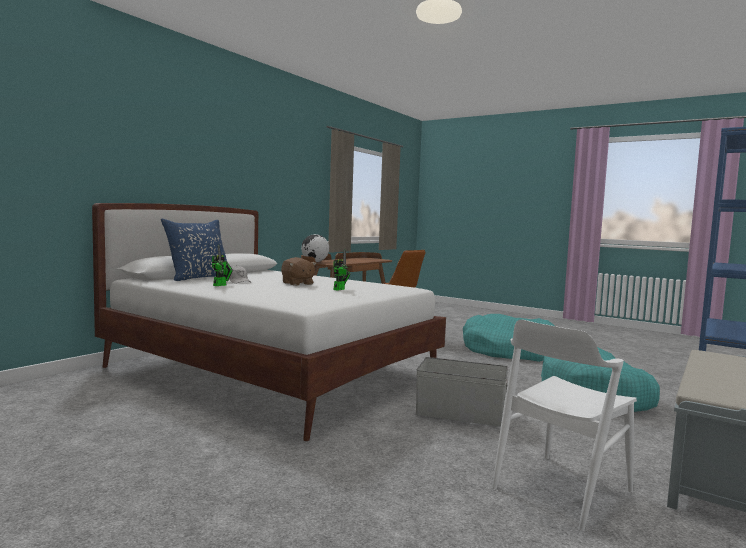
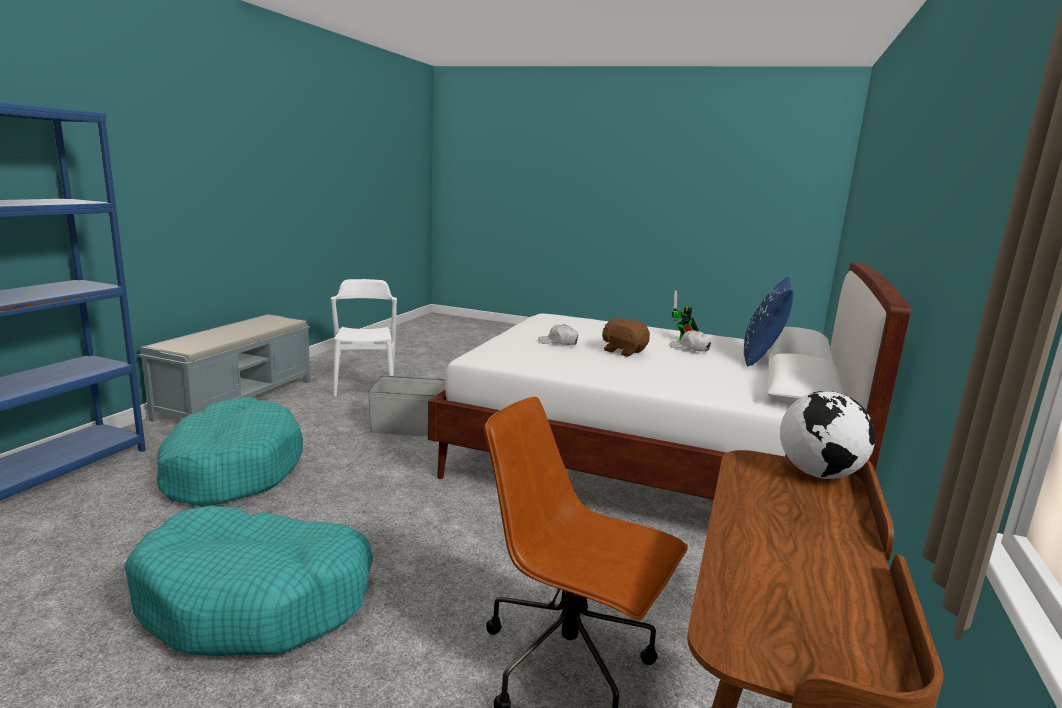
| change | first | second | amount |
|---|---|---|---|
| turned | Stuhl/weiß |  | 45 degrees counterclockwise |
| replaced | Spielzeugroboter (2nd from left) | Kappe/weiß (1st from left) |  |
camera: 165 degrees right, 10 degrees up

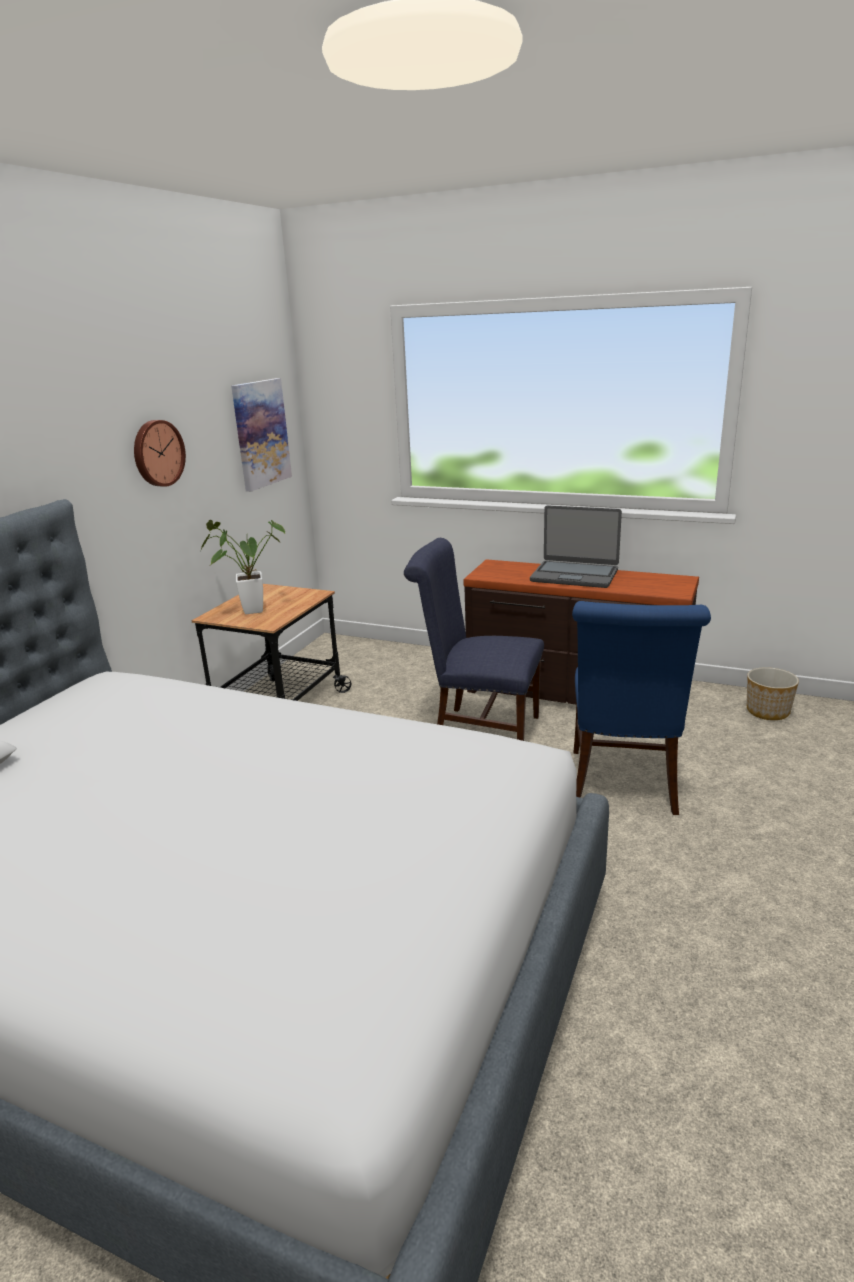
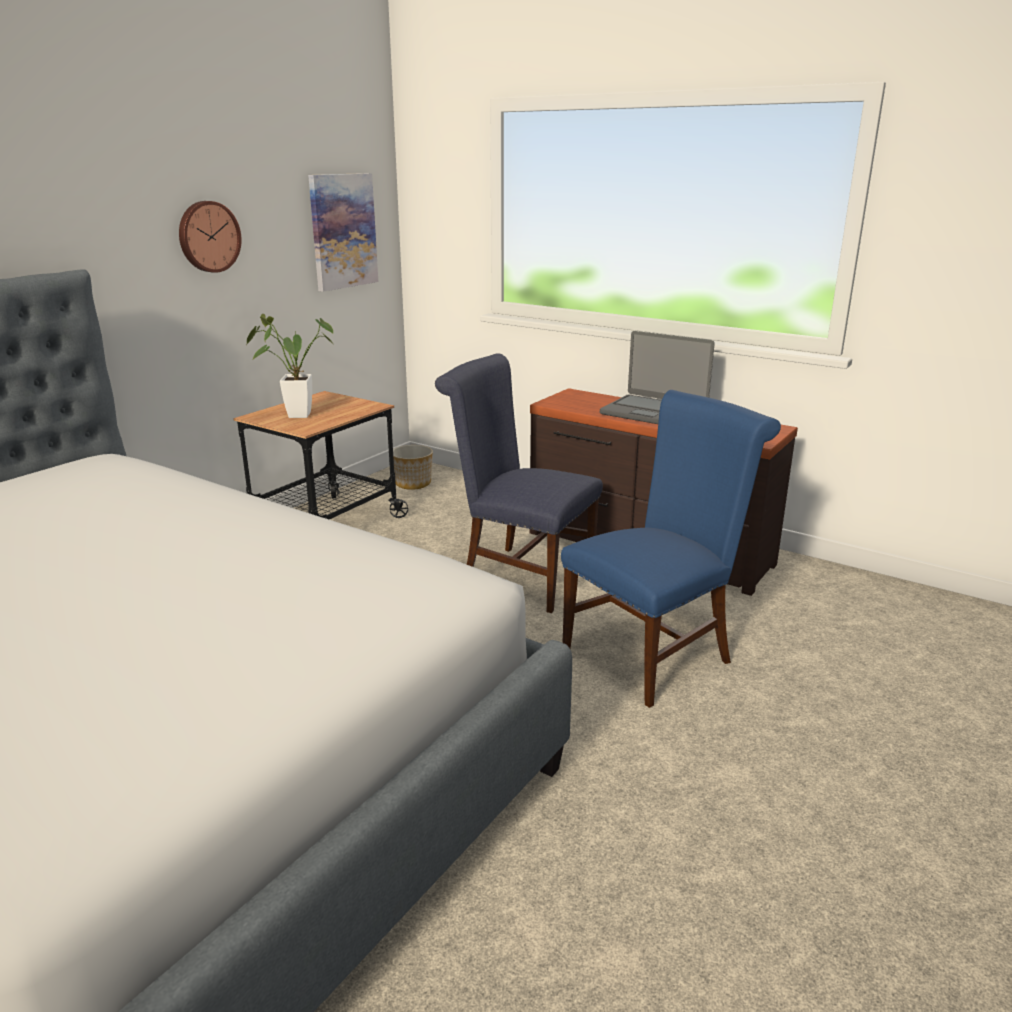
| change | first | second | amount |
|---|---|---|---|
| moved | Pflanzkübel |  |  |
| turned | Stuhl/blau (2nd from left) |  | 150 degrees counterclockwise |
camera: 10 degrees right, 0 degrees up

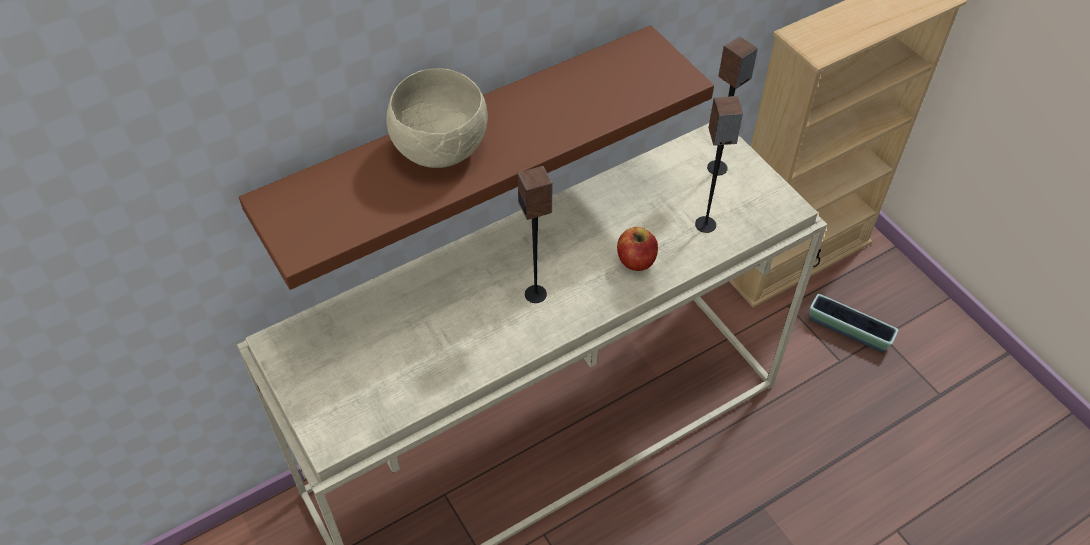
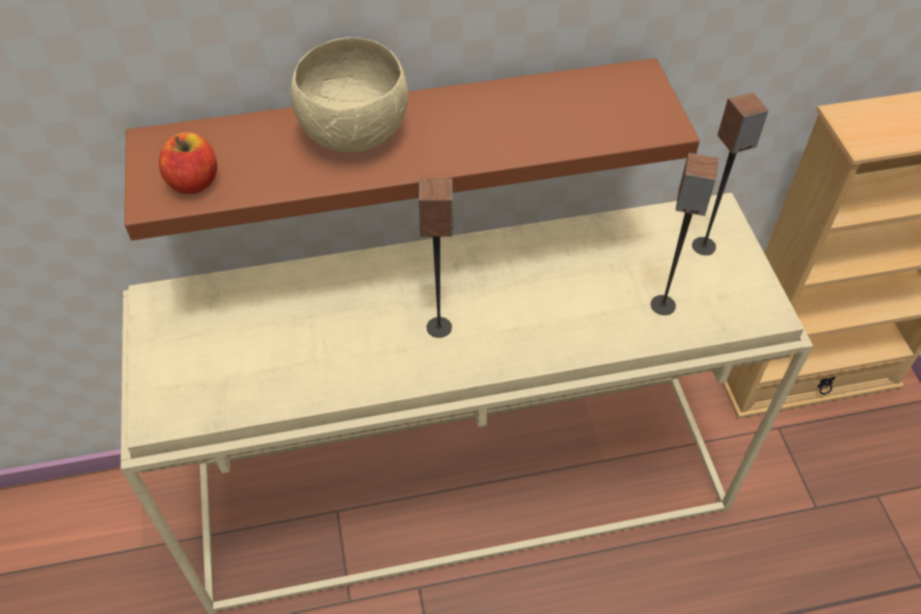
| change | first | second | amount |
|---|---|---|---|
| moved | Apfel |  |  |
| removed | Pflanzkübel |  |  |
camera: 20 degrees right, 0 degrees up

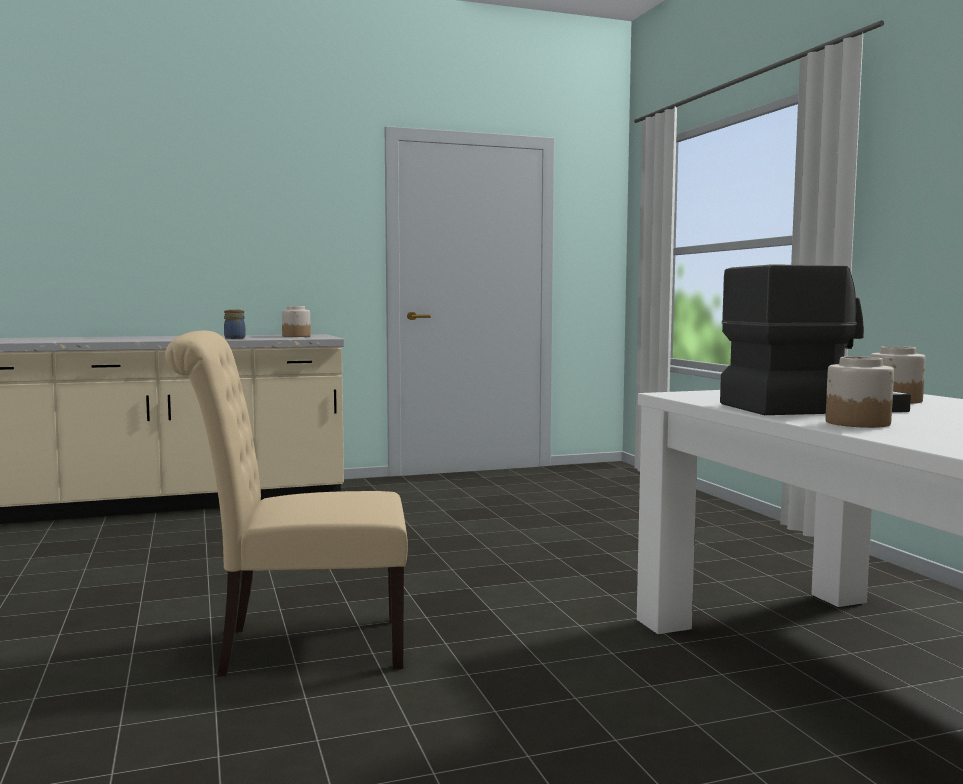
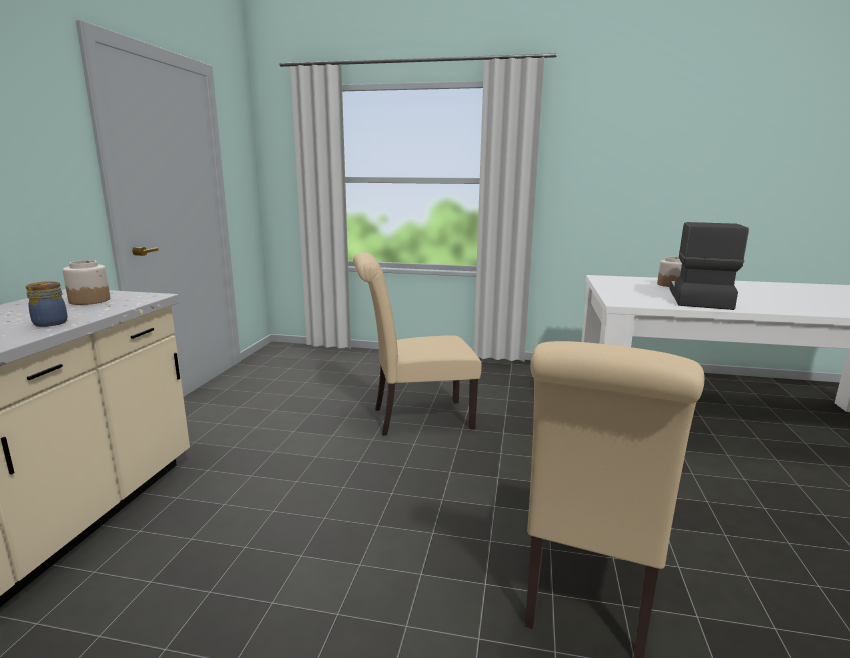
| change | first | second | amount |
|---|---|---|---|
| added |  | Stuhl/beige (1st from left) |  |
| removed | Vorratsglas (3rd from left) |  |  |
camera: 60 degrees left, 10 degrees up

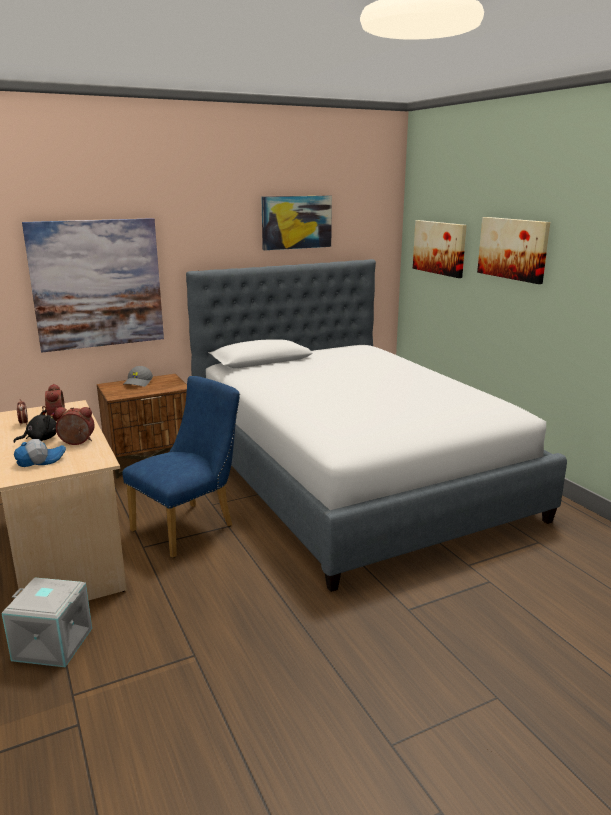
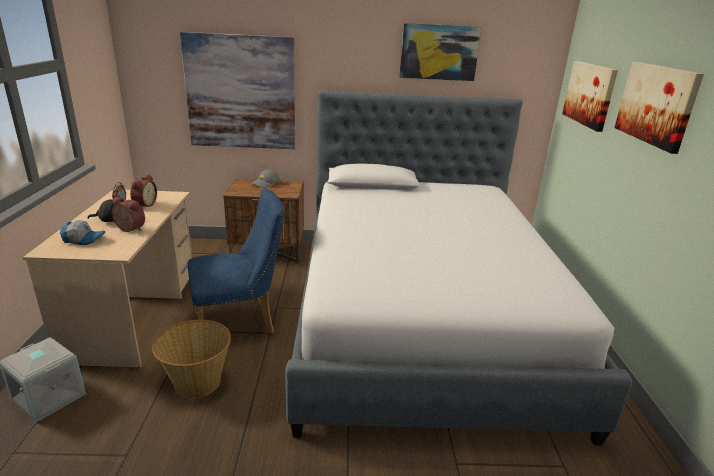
| change | first | second | amount |
|---|---|---|---|
| added |  | Korb |  |
camera: 25 degrees right, 5 degrees up

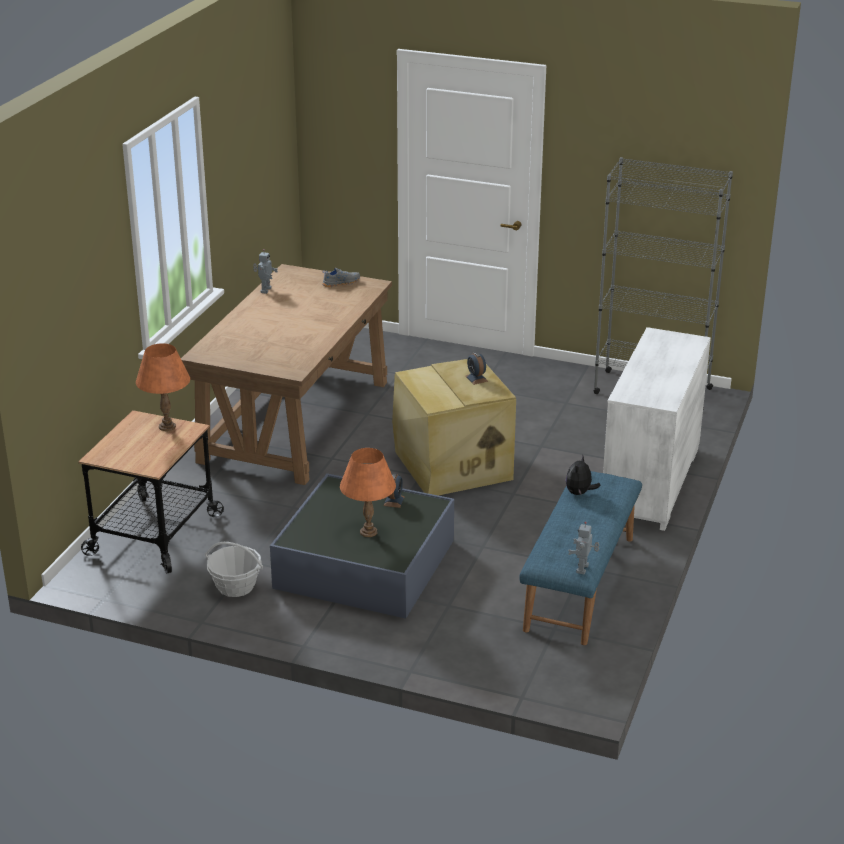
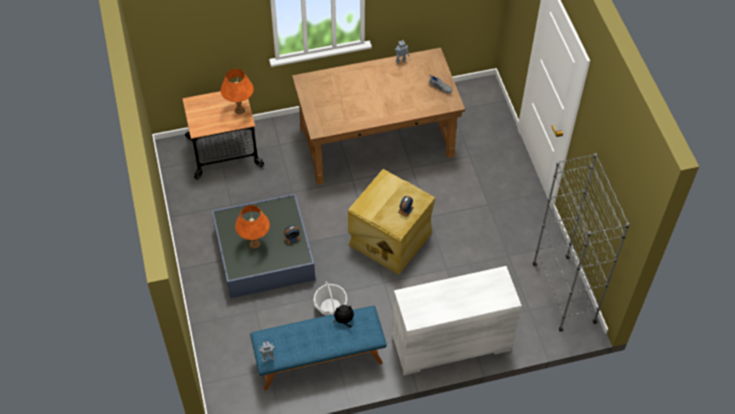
| change | first | second | amount |
|---|---|---|---|
| moved | Korb |  |  |
camera: 55 degrees right, 25 degrees up

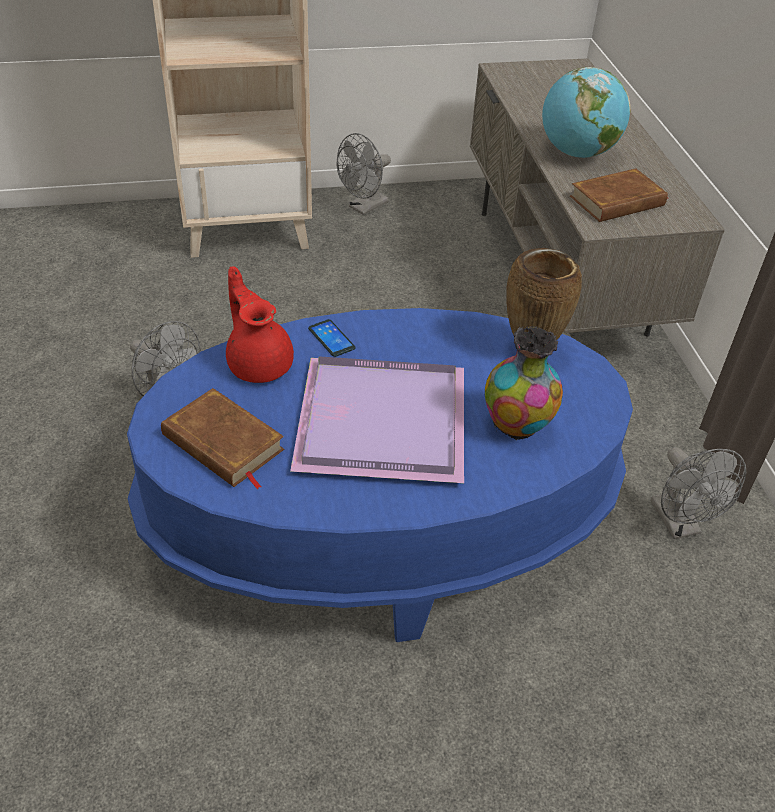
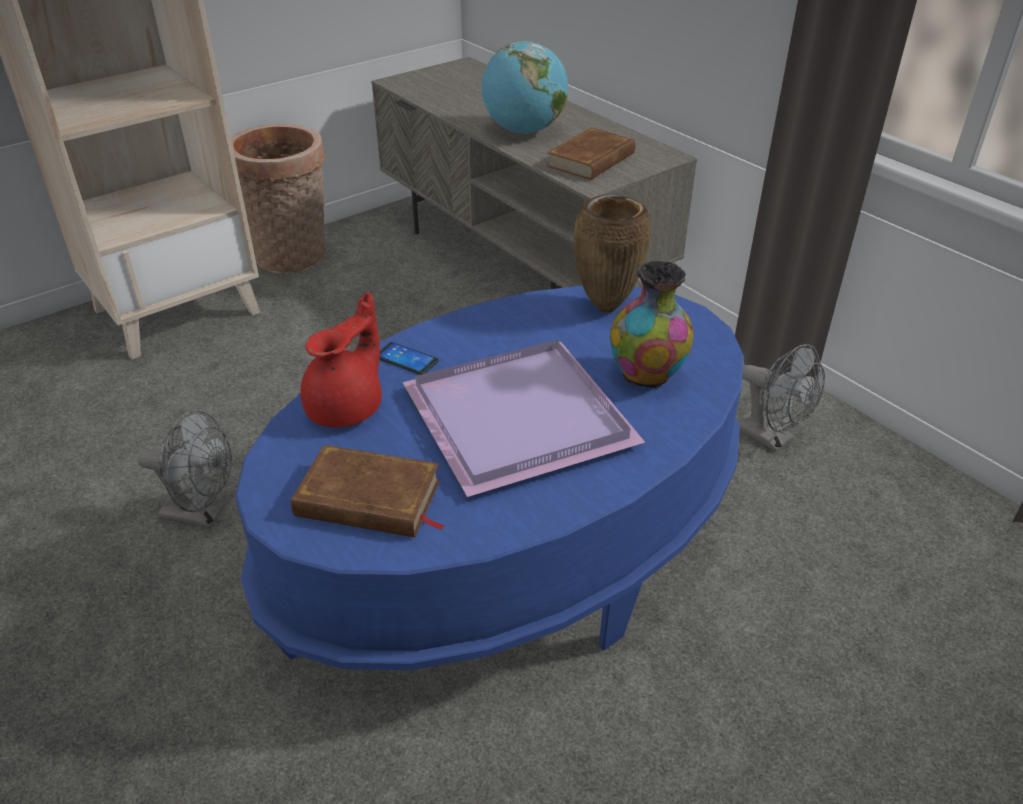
| change | first | second | amount |
|---|---|---|---|
| replaced | Ventilator/grau (2nd from left) | Korb |  |
| turned | Teekanne/rot |  | 90 degrees clockwise |
camera: 25 degrees left, 5 degrees down

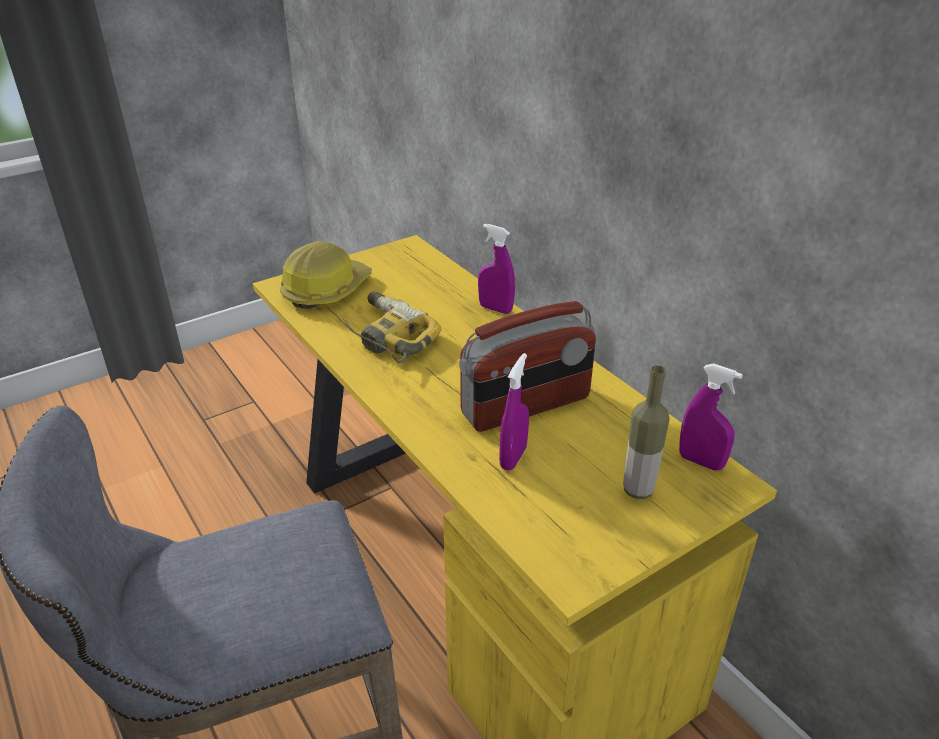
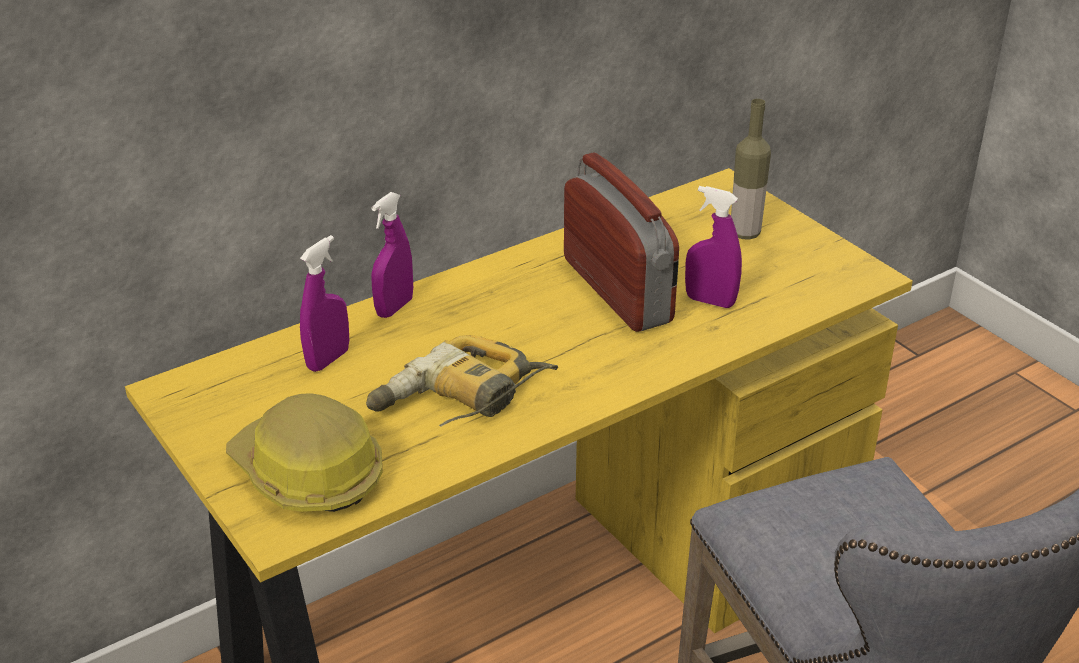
| change | first | second | amount |
|---|---|---|---|
| moved | Sprühflasche/lila (3rd from left in the first image) | Sprühflasche/lila (1st from left) |  |
camera: 90 degrees left, 0 degrees up

